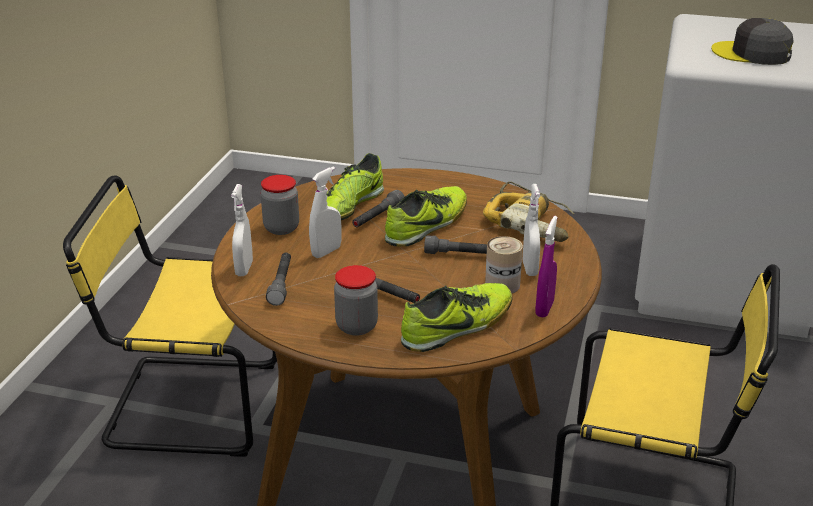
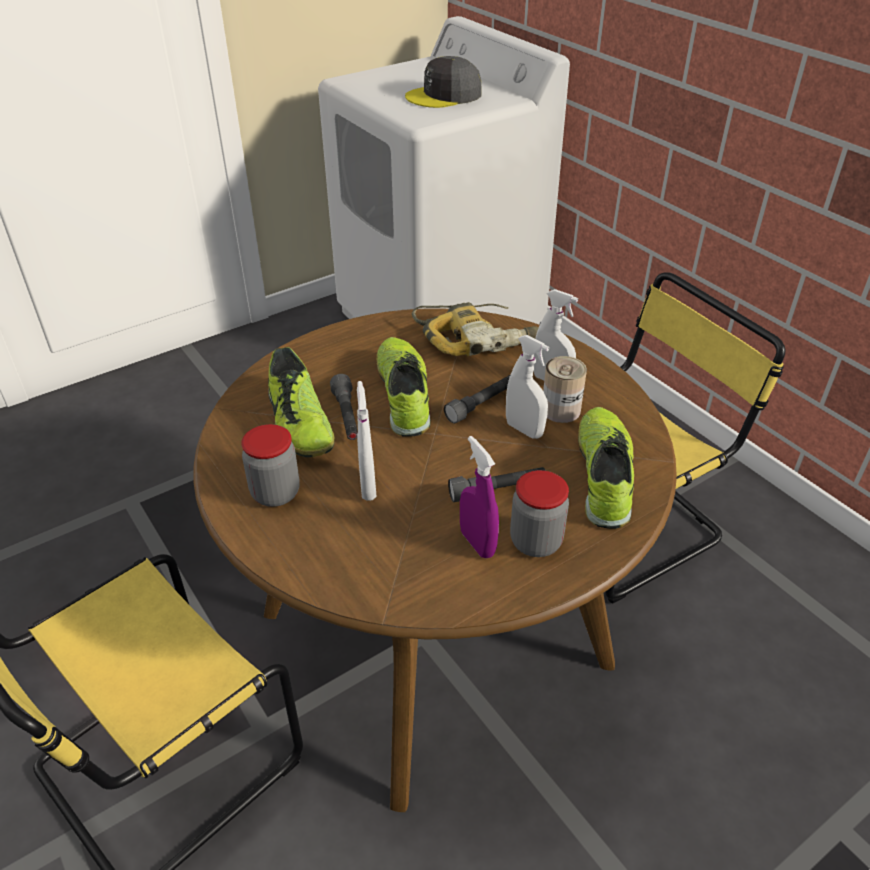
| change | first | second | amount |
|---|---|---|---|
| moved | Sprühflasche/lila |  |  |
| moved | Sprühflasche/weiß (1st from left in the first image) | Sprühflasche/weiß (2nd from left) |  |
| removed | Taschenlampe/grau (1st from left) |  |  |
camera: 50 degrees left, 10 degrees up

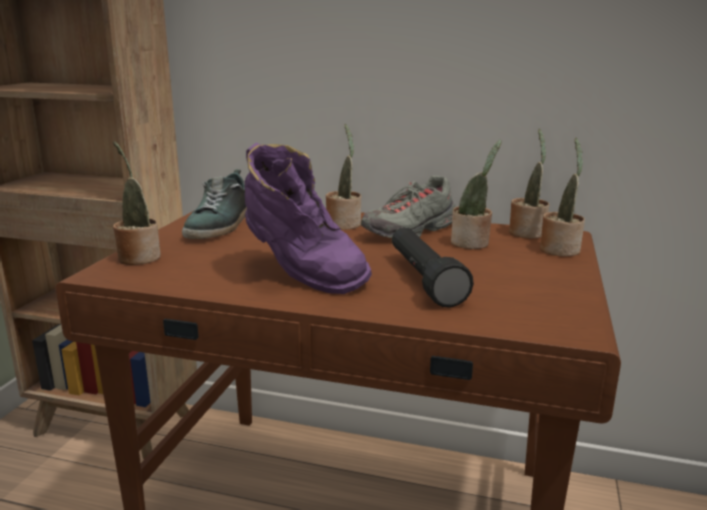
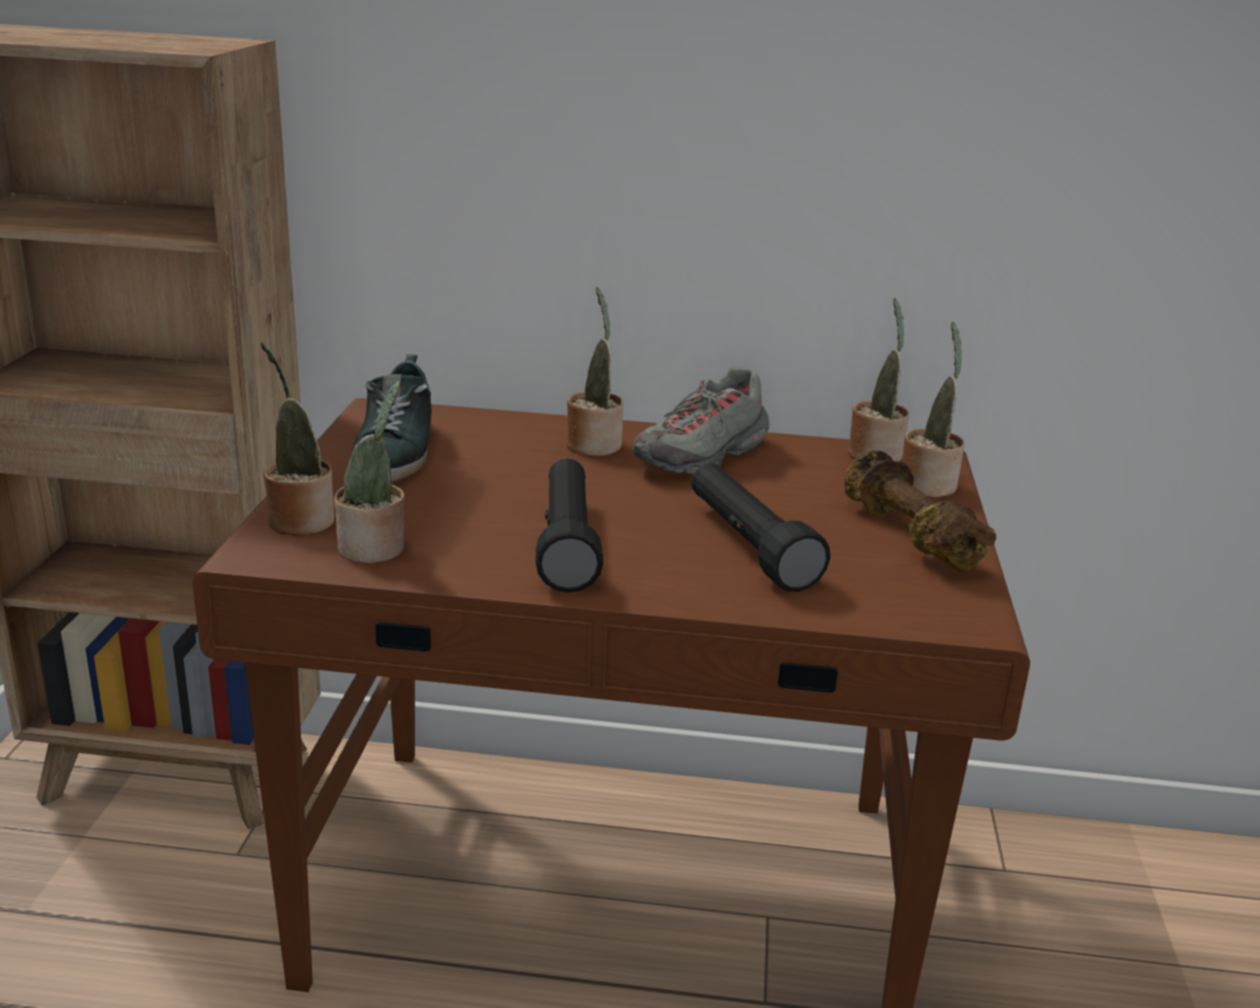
| change | first | second | amount |
|---|---|---|---|
| moved | Topfpflanze (3rd from left in the first image) | Topfpflanze (2nd from left) |  |
| replaced | Stiefel/lila | Taschenlampe/schwarz (1st from left) |  |
| added |  | Hantel/braun |  |
camera: 10 degrees left, 5 degrees up

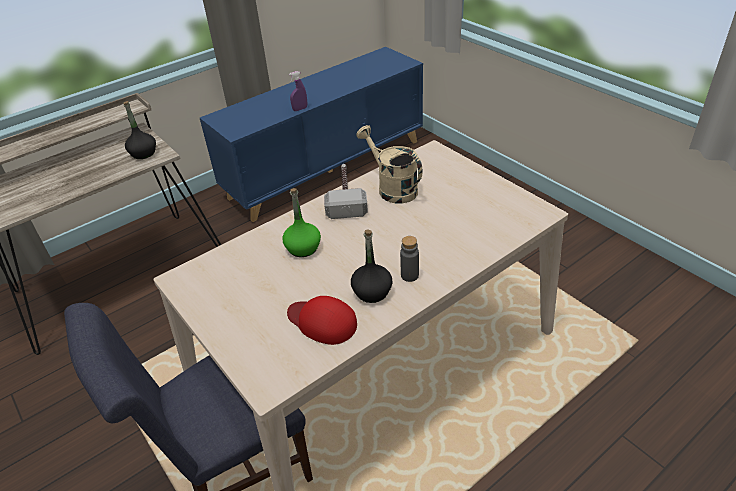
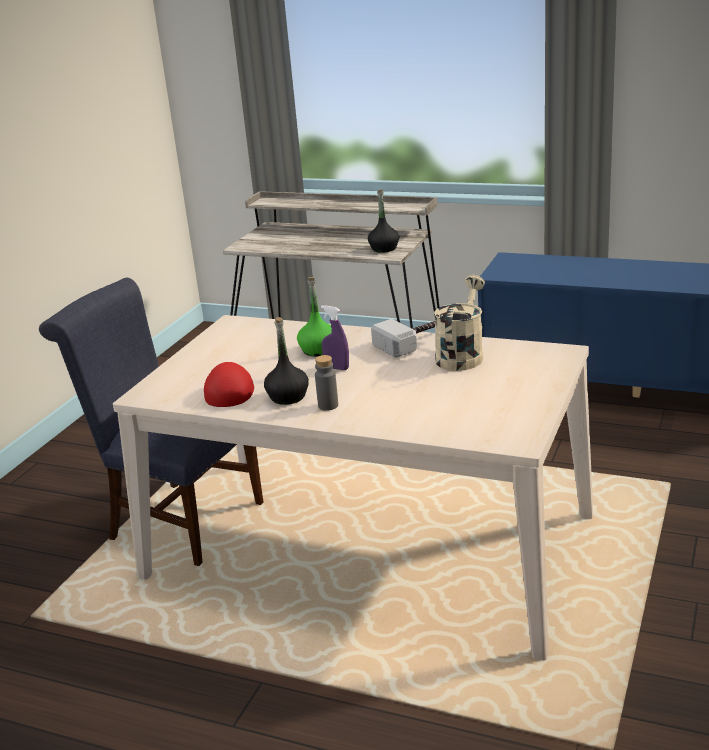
| change | first | second | amount |
|---|---|---|---|
| moved | Sprühflasche/lila |  |  |
camera: 60 degrees right, 15 degrees down

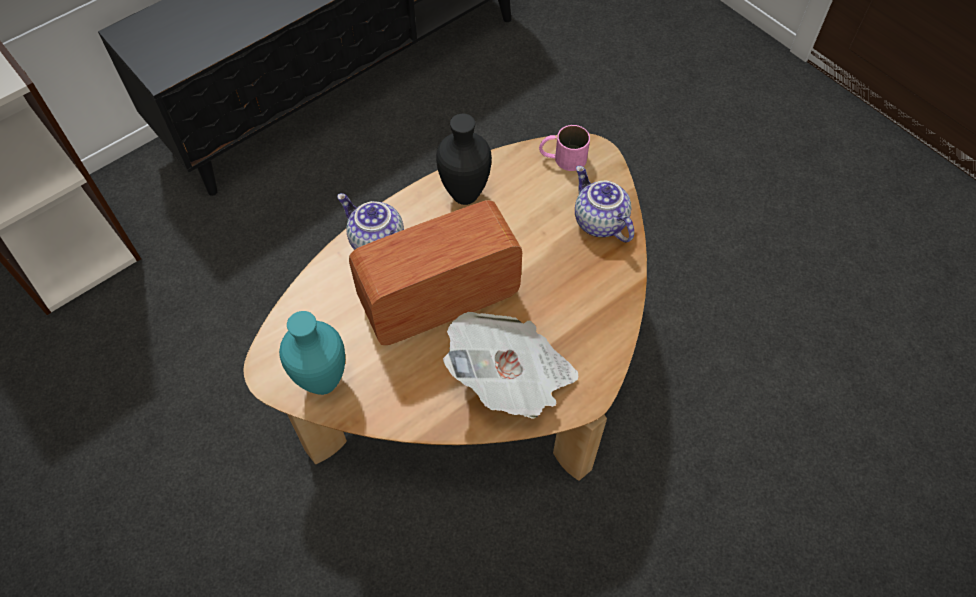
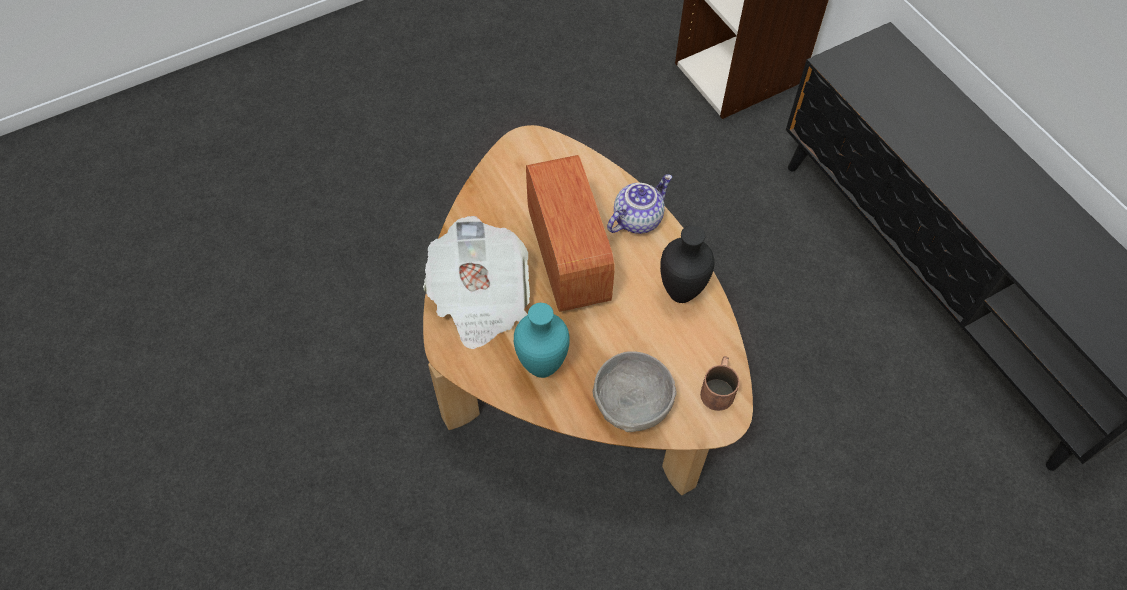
| change | first | second | amount |
|---|---|---|---|
| moved | Vase/türkis |  |  |
| replaced | Teekanne (2nd from left) | Schüssel/grau |  |
| recoloured | Henkelbecher/rosa | Henkelbecher/braun |  |
camera: 100 degrees right, 0 degrees up

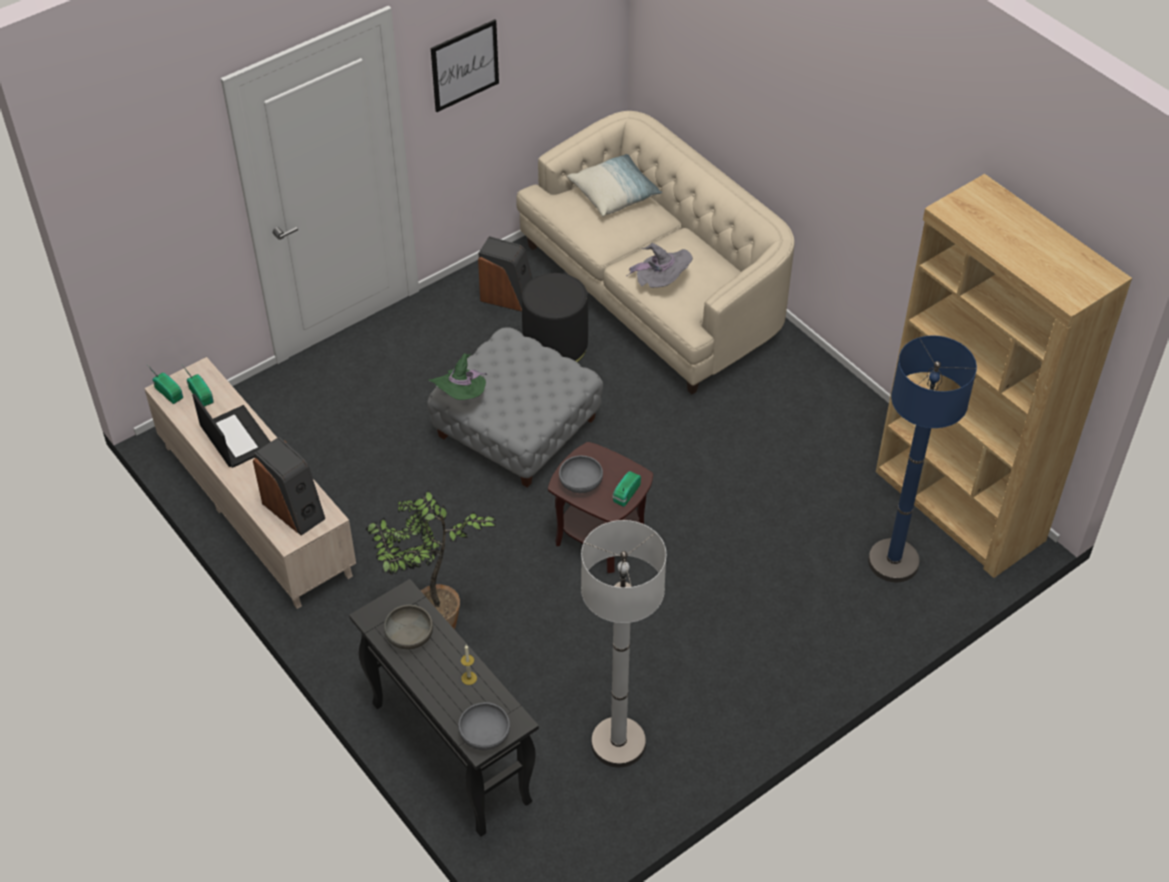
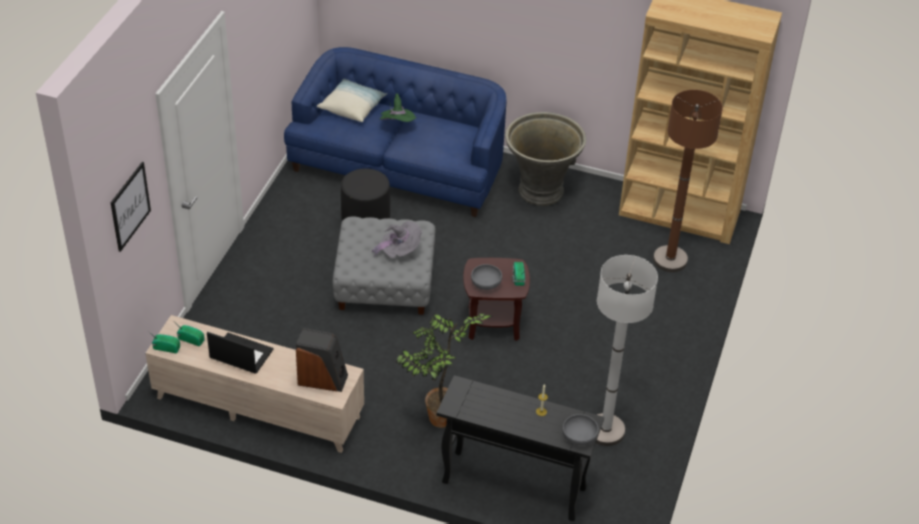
| change | first | second | amount |
|---|---|---|---|
| moved | Bild |  |  |
| recoloured | Sofa/beige | Sofa/blau |  |
| moved | Hut/grau |  |  |
| moved | Hut/grün |  |  |
| added |  | Pflanzkübel/grau |  |
| recoloured | Stehlampe/blau | Stehlampe/braun |  |
| removed | Schüssel/grau (1st from left) |  |  |
| removed | Lautsprecher (2nd from left) |  |  |
camera: 35 degrees left, 5 degrees down

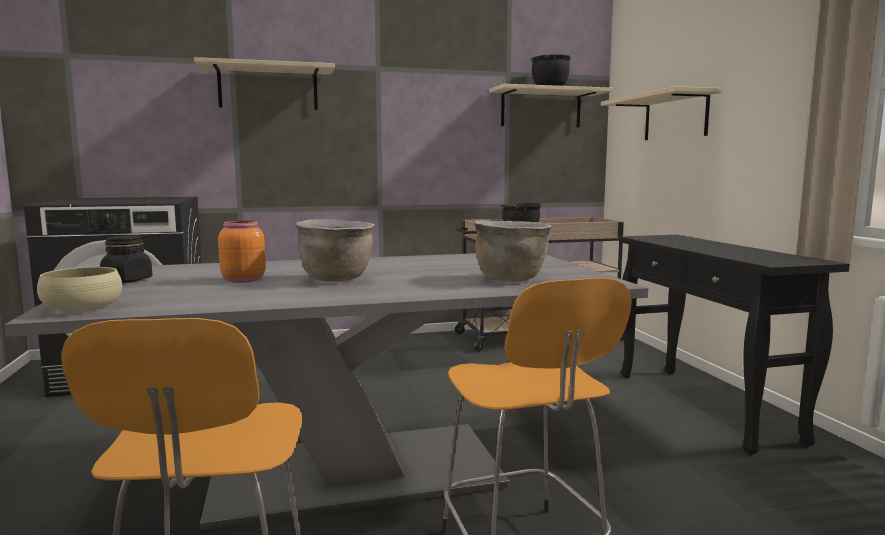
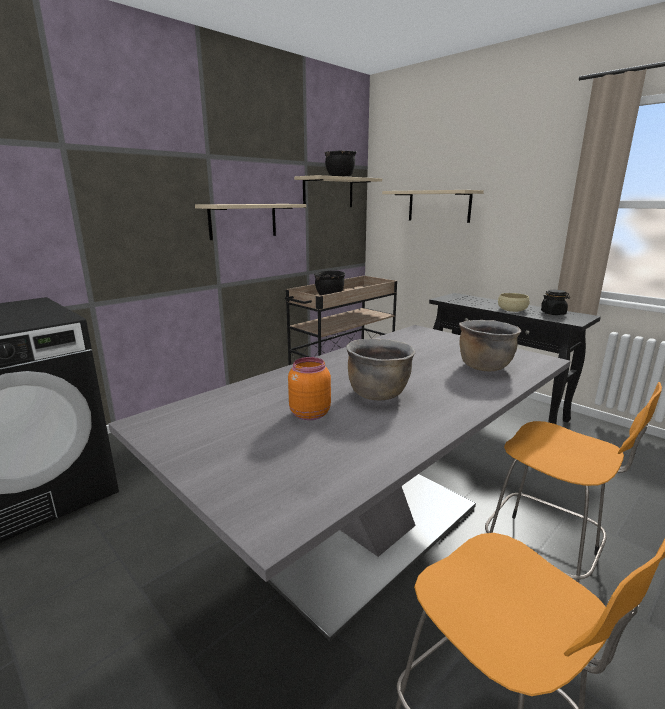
| change | first | second | amount |
|---|---|---|---|
| moved | Wandregal/beige (1st from left) |  |  |
| moved | Schüssel/beige |  |  |
| moved | Vorratsglas/schwarz |  |  |
camera: 30 degrees left, 10 degrees up

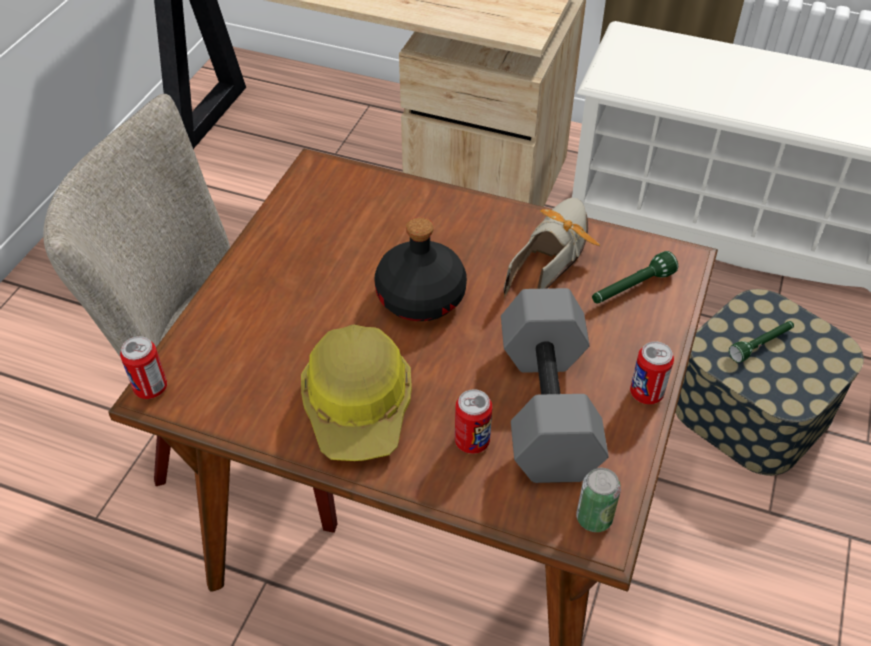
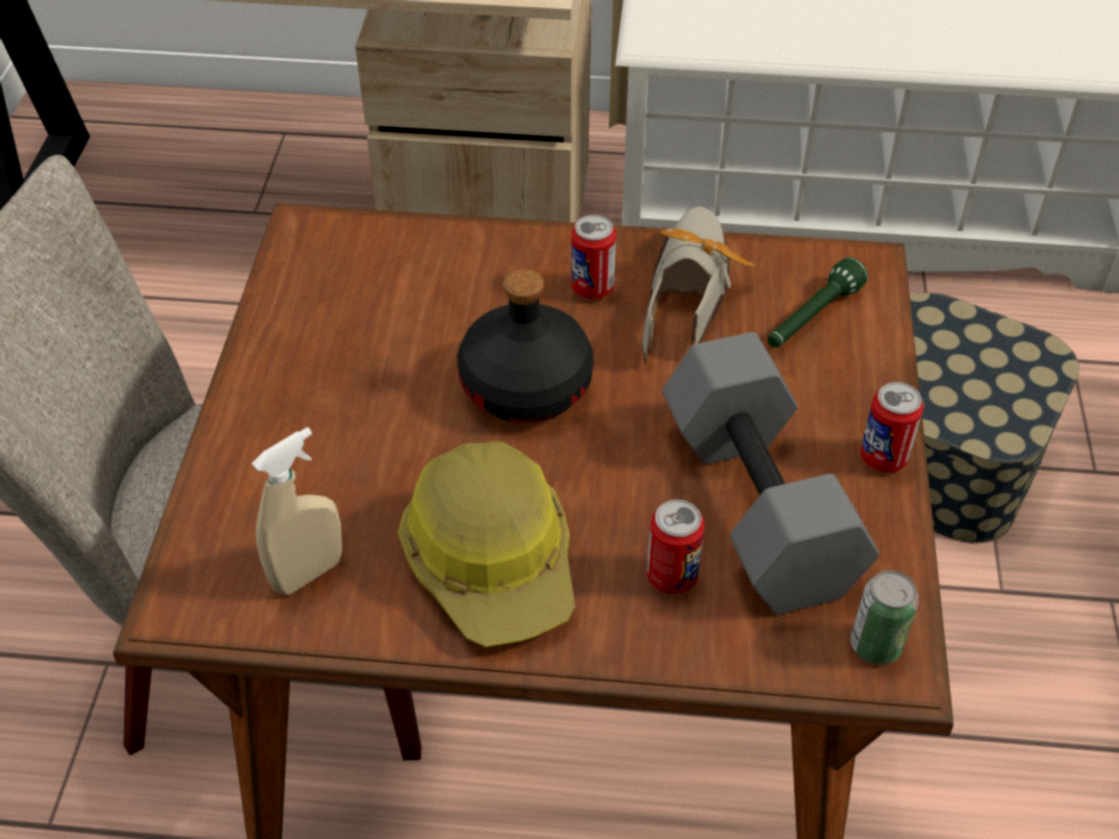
| change | first | second | amount |
|---|---|---|---|
| added |  | Sprühflasche/beige |  |
| moved | Dose (1st from left) |  |  |
| removed | Taschenlampe/grün (2nd from left) |  |  |
camera: 15 degrees left, 0 degrees up

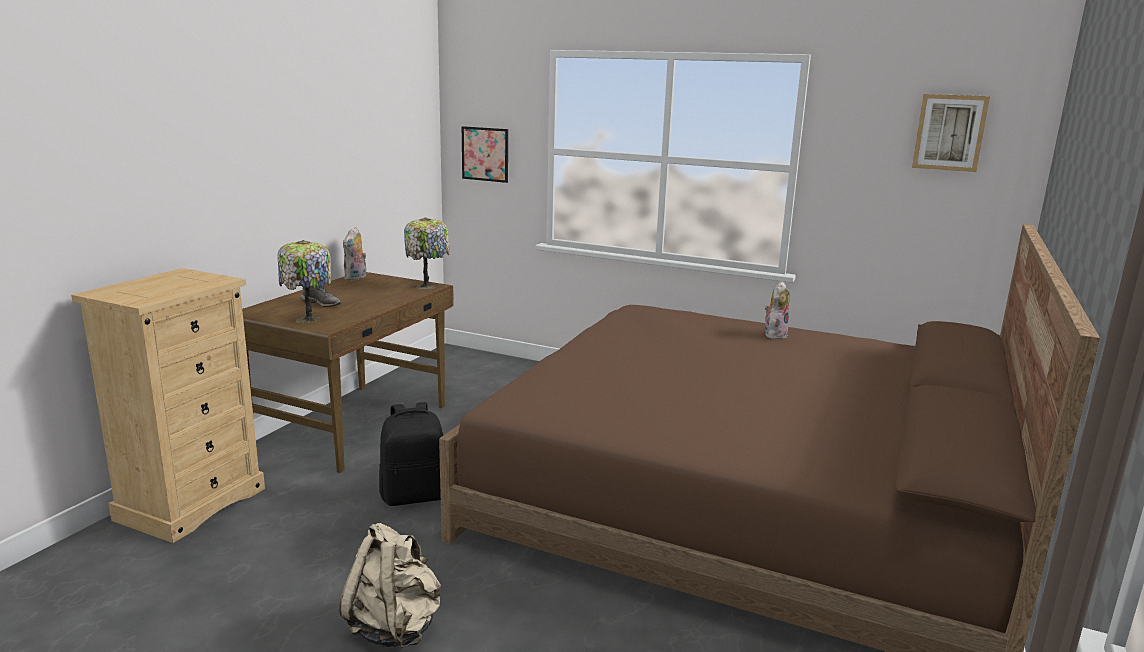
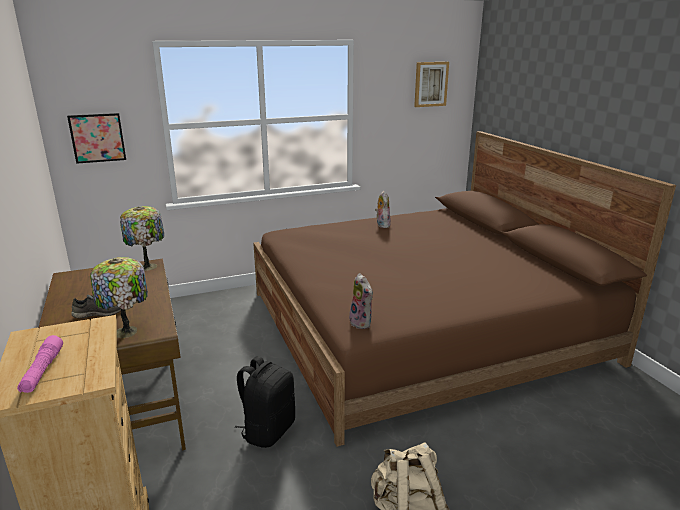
| change | first | second | amount |
|---|---|---|---|
| added |  | Taschenlampe/rosa |  |
| moved | Plüschtier (1st from left) |  |  |
camera: 45 degrees left, 5 degrees up

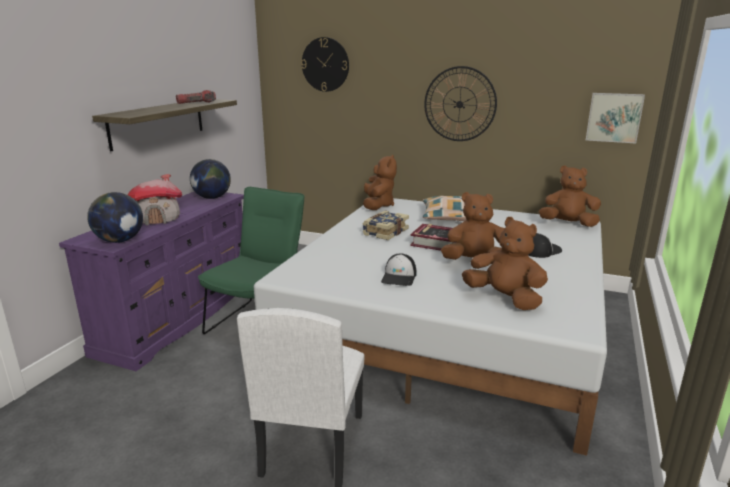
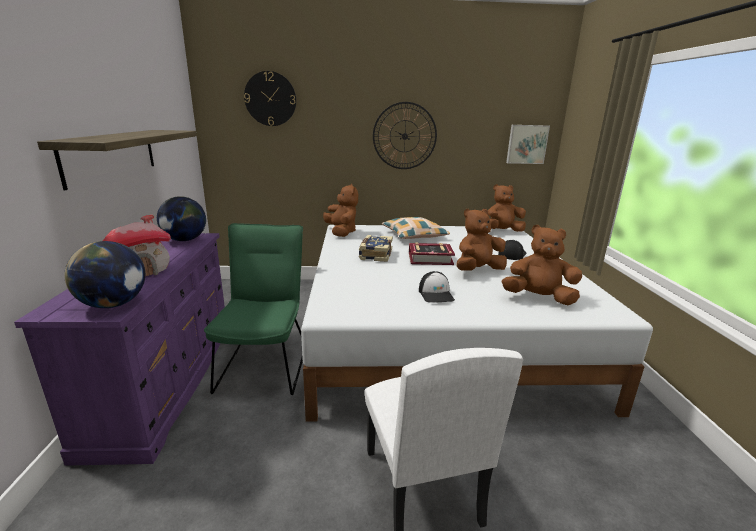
| change | first | second | amount |
|---|---|---|---|
| removed | Taschenlampe |  |  |
camera: 25 degrees left, 0 degrees up

